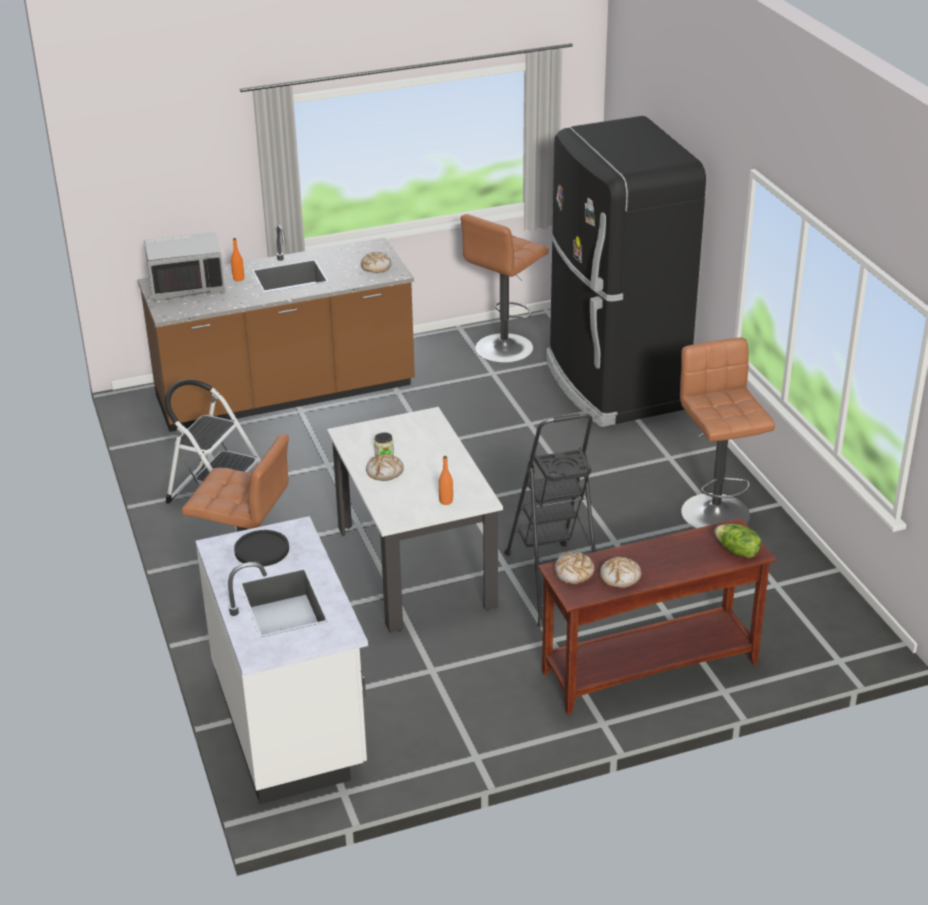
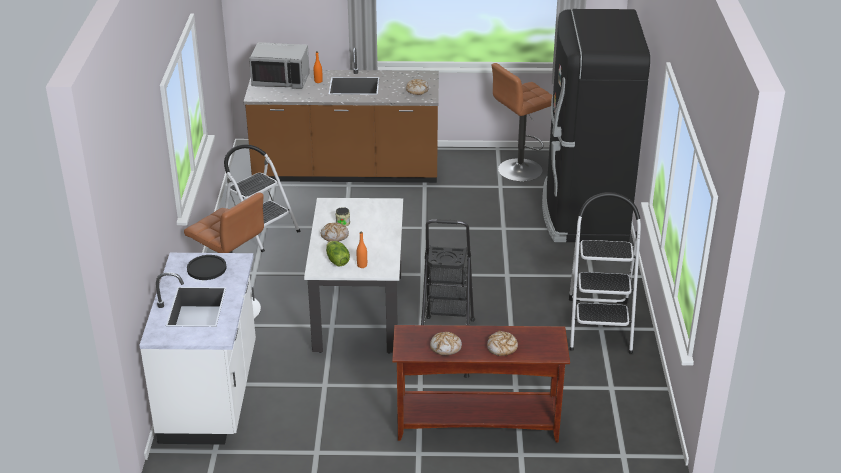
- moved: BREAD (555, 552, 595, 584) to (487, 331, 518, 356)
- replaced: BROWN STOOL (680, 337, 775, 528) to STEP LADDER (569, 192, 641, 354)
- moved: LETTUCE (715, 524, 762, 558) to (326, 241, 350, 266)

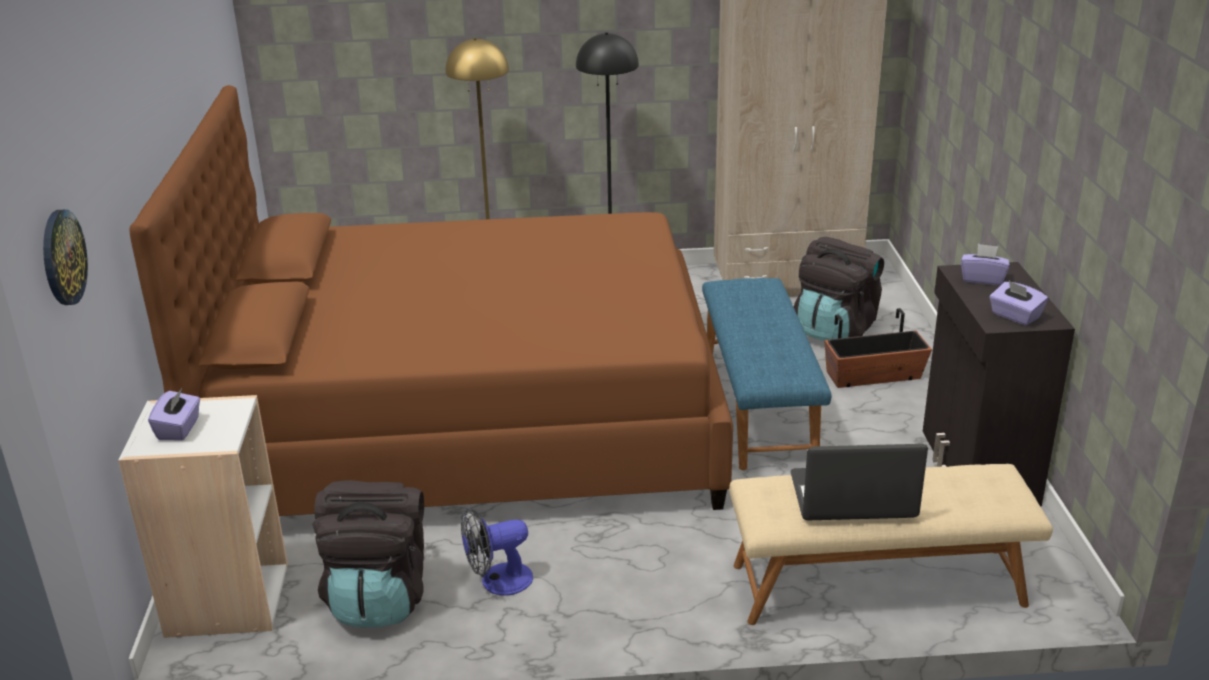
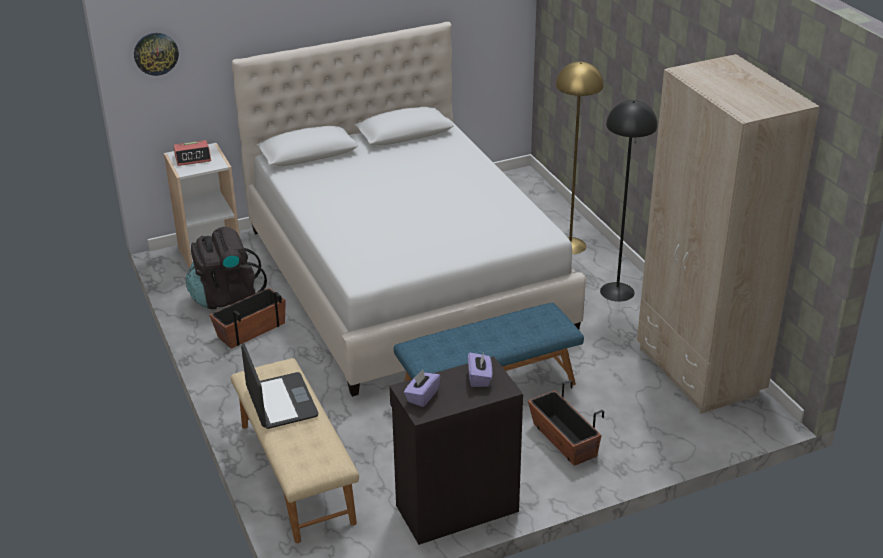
- recoloured: BROWN BED (130, 85, 733, 516) to WHITE BED (232, 22, 586, 397)
- replaced: PURPLE TISSUE BOX (148, 388, 200, 440) to ALARM CLOCK (173, 140, 211, 166)
- replaced: FAN (461, 508, 533, 596) to PLANTER (209, 288, 286, 349)
- removed: BLACK BACKPACK (794, 237, 884, 341)

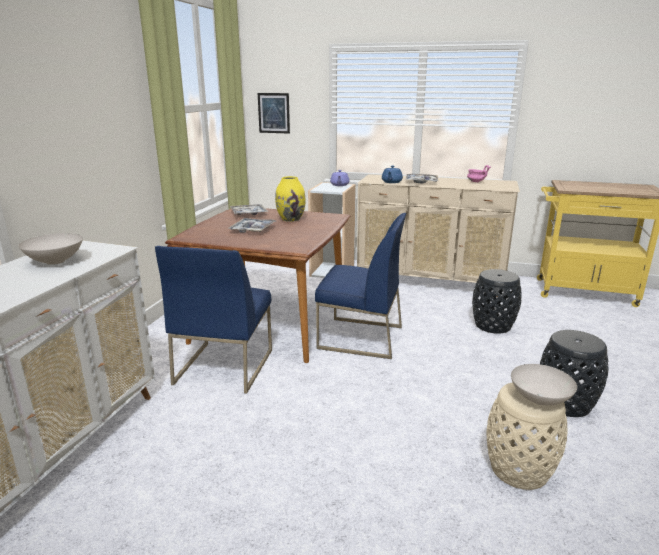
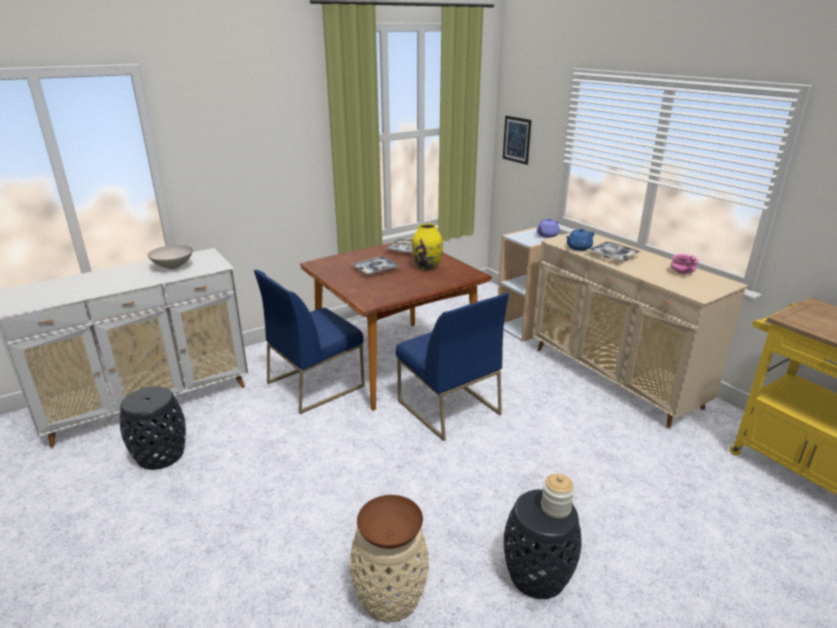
- moved: BLACK STOOL (472, 269, 522, 334) to (120, 387, 186, 470)
- recoloured: WHITE BOWL (511, 364, 577, 406) to BROWN BOWL (357, 495, 423, 549)
- added: JAR (541, 474, 575, 519)

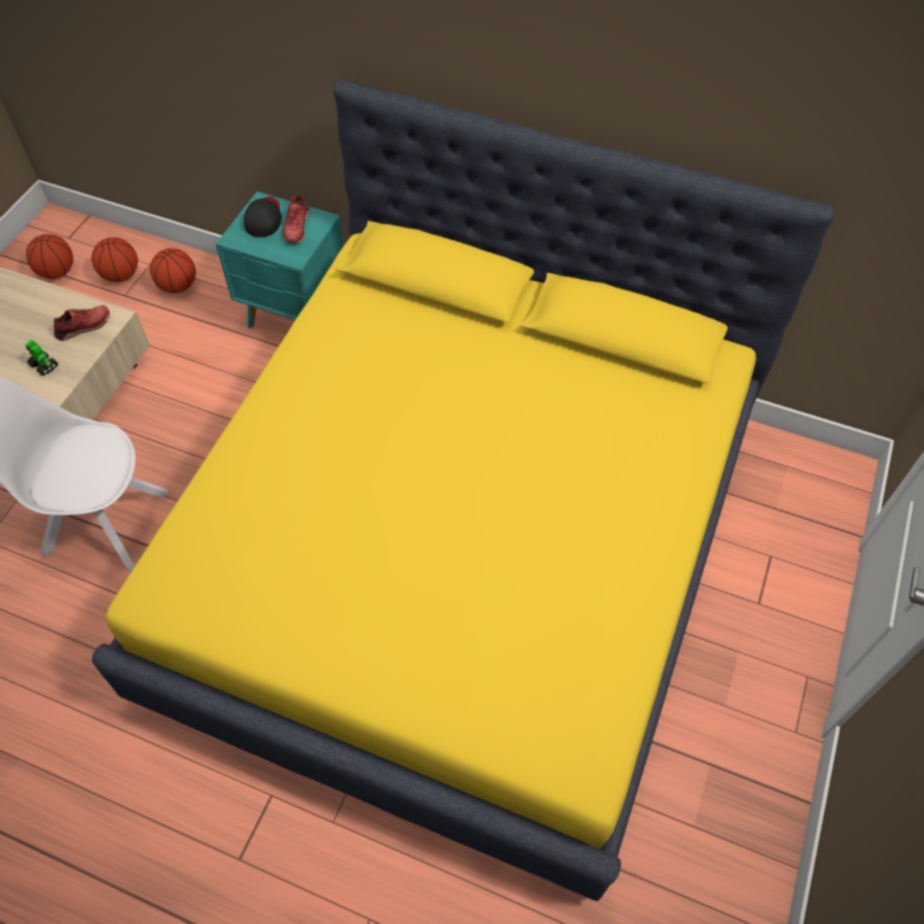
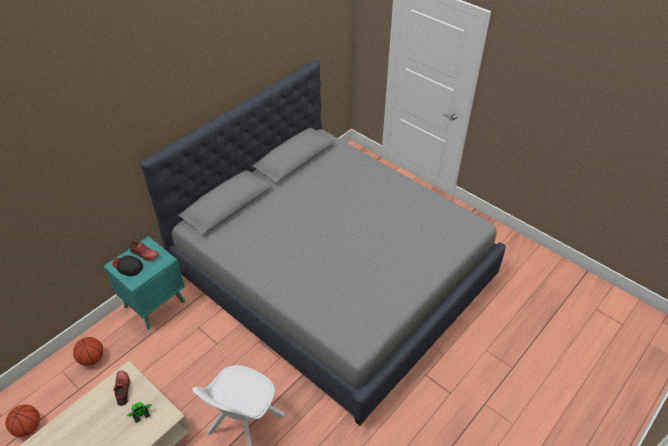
- removed: BASKETBALL (91, 237, 138, 282)
- recoloured: YELLOW BED (92, 79, 835, 901) to GREY BED (140, 60, 506, 426)

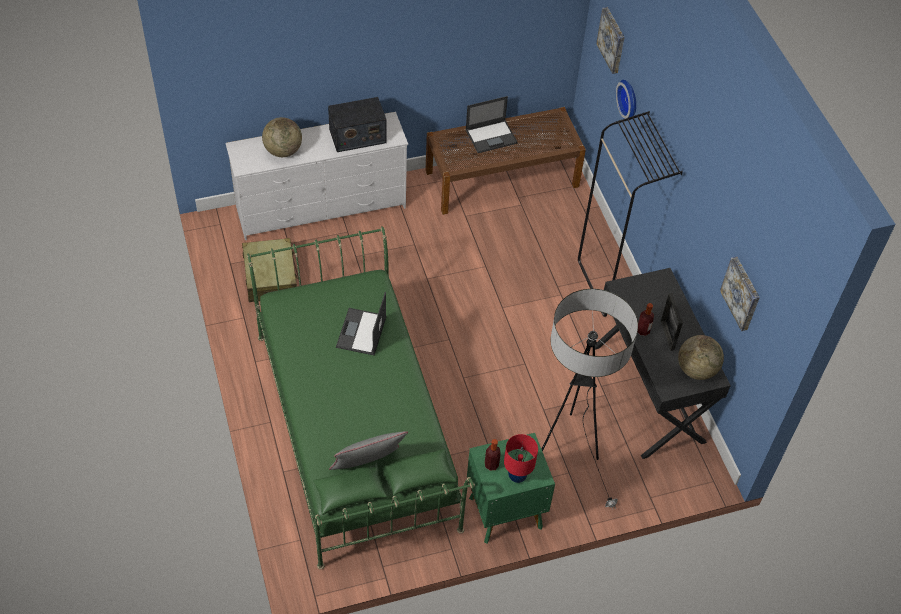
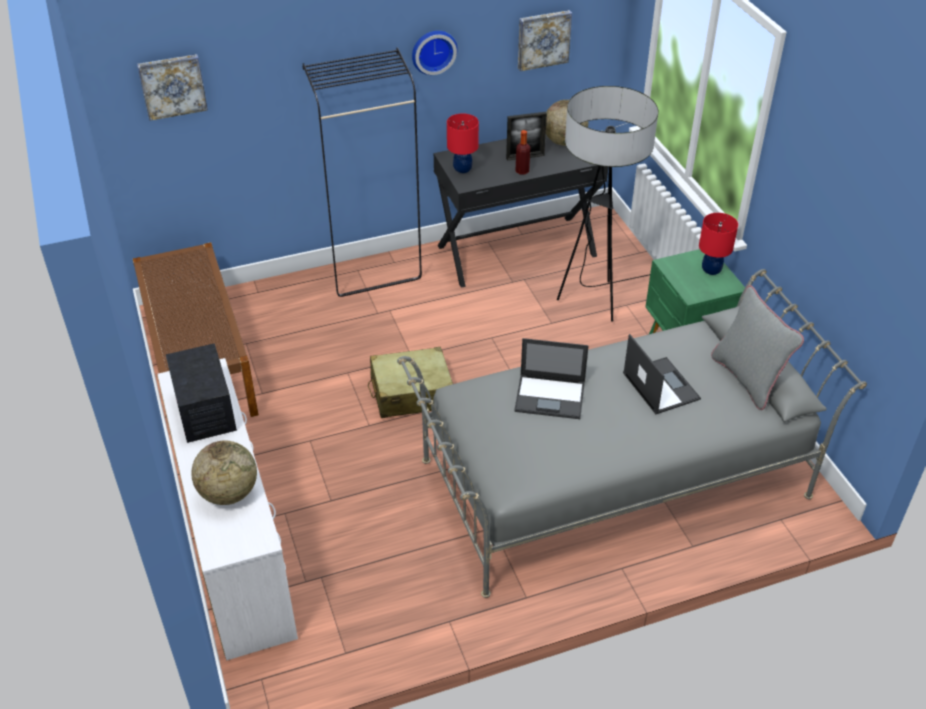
- moved: BEIGE SUITCASE (242, 238, 298, 302) to (368, 347, 453, 418)
- recoloured: GREEN BED (246, 226, 475, 569) to GREY BED (397, 269, 867, 598)
- moved: LAPTOP (465, 96, 518, 153) to (623, 334, 701, 414)
- removed: BOTTLE (485, 439, 501, 471)
- moved: WALL CLOCK (616, 80, 636, 119) to (412, 31, 458, 75)
- added: RED TABLE LAMP (447, 113, 479, 173)

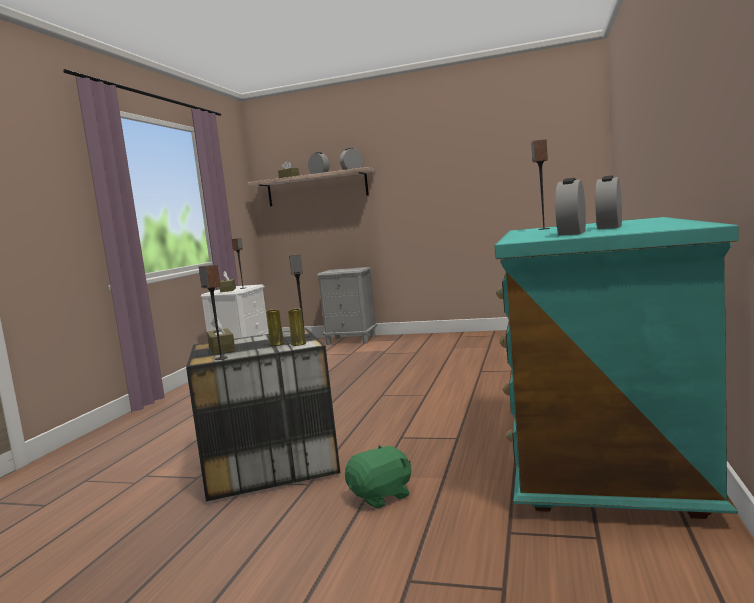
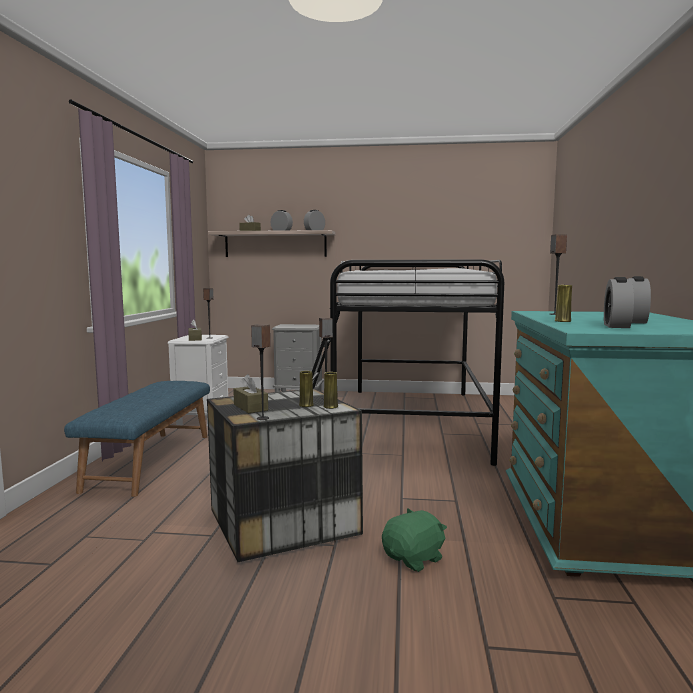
- added: BLUE BENCH (64, 381, 210, 497)
- added: BLACK BED (312, 260, 504, 466)
- added: YELLOW VASE (555, 285, 572, 322)

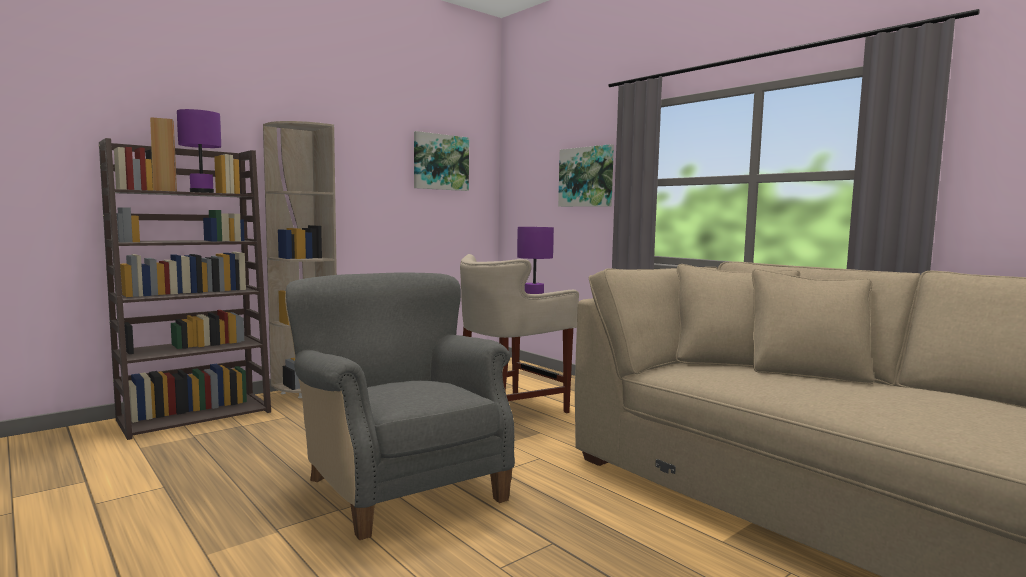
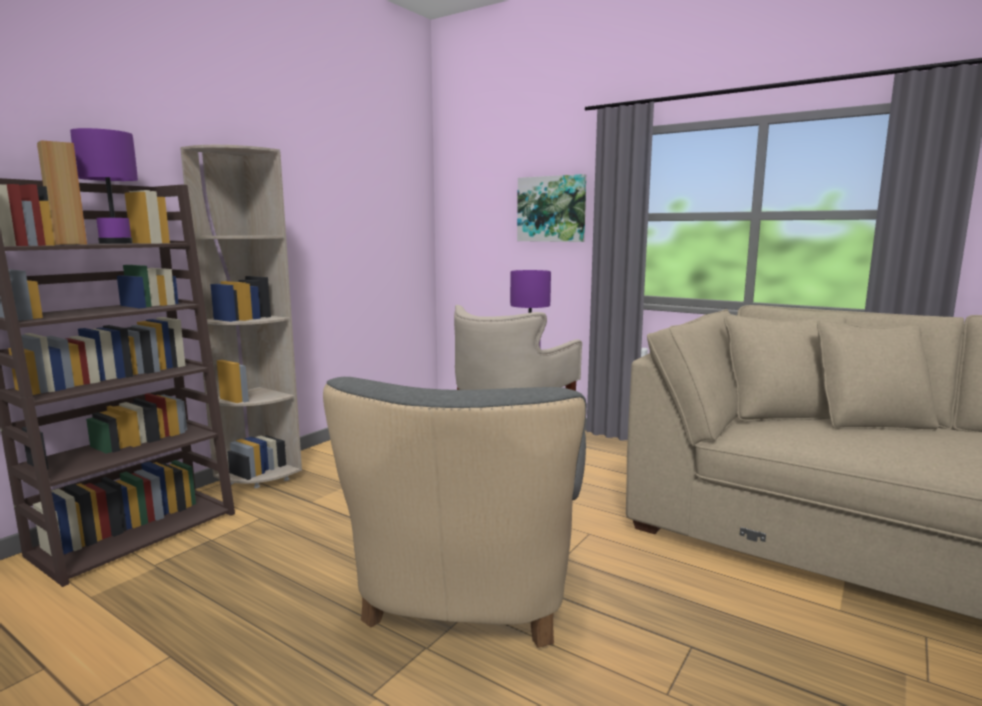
- turned: GREY ARMCHAIR (285, 273, 515, 540) = (323, 377, 587, 648) 120 degrees counterclockwise
- removed: PICTURE (414, 131, 469, 191)

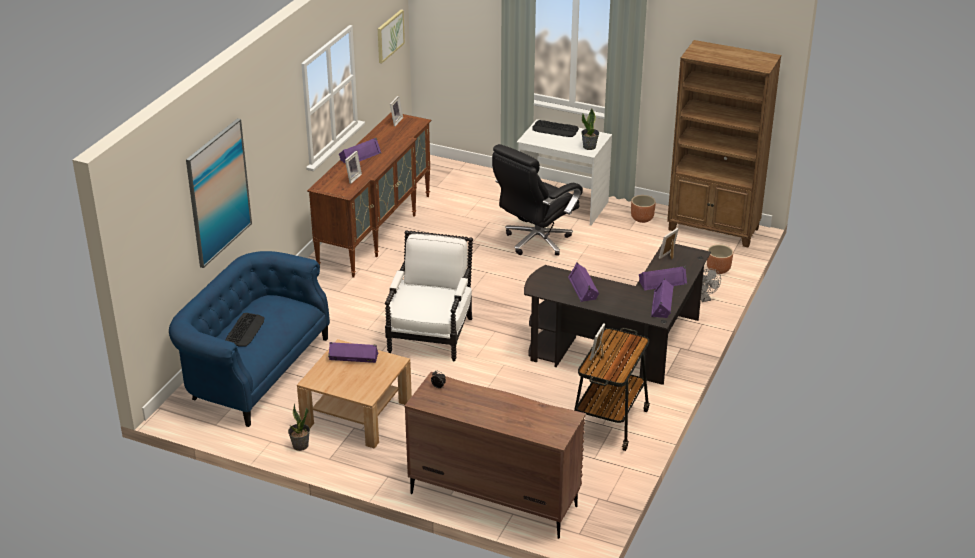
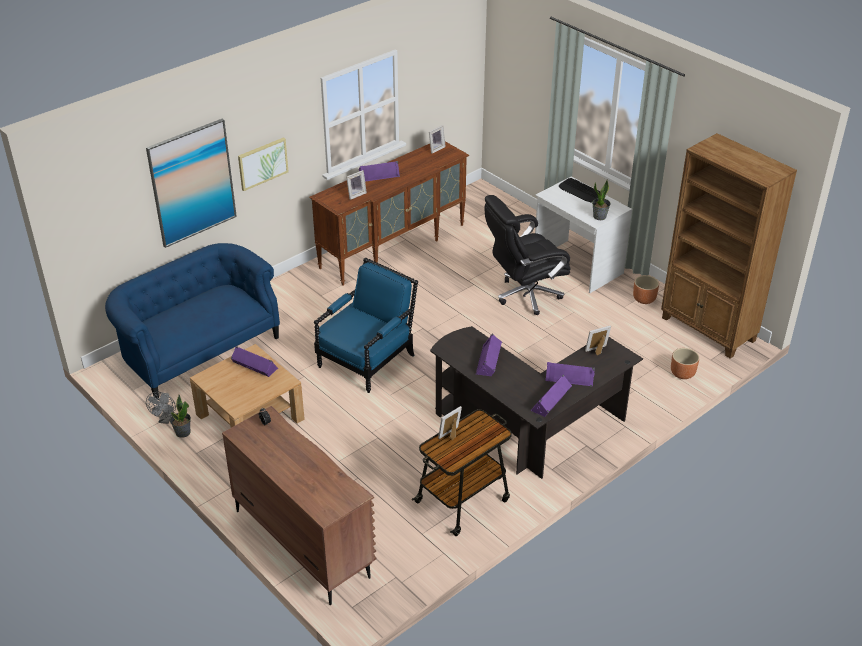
- removed: KEYBOARD (225, 313, 264, 347)
- moved: PICTURE (378, 9, 405, 64) to (238, 137, 289, 191)
- recoloured: WHITE ARMCHAIR (385, 230, 473, 361) to BLUE ARMCHAIR (314, 258, 418, 393)
- moved: GREY FAN (701, 269, 721, 302) to (146, 392, 176, 424)

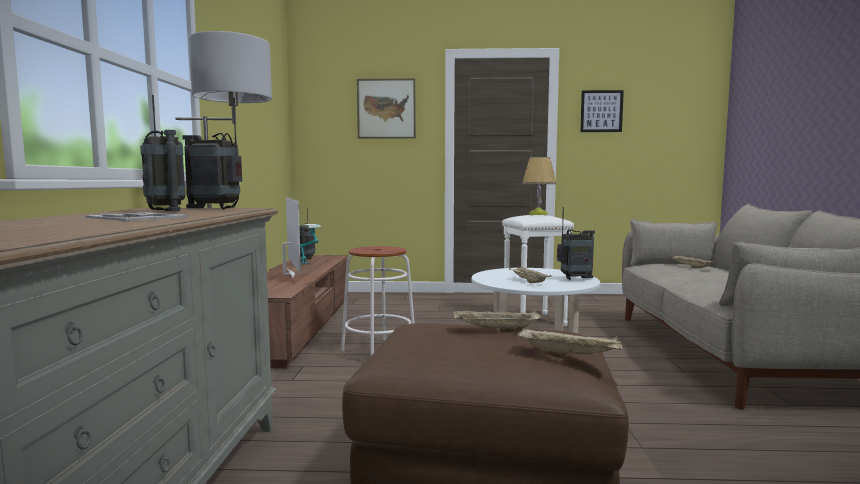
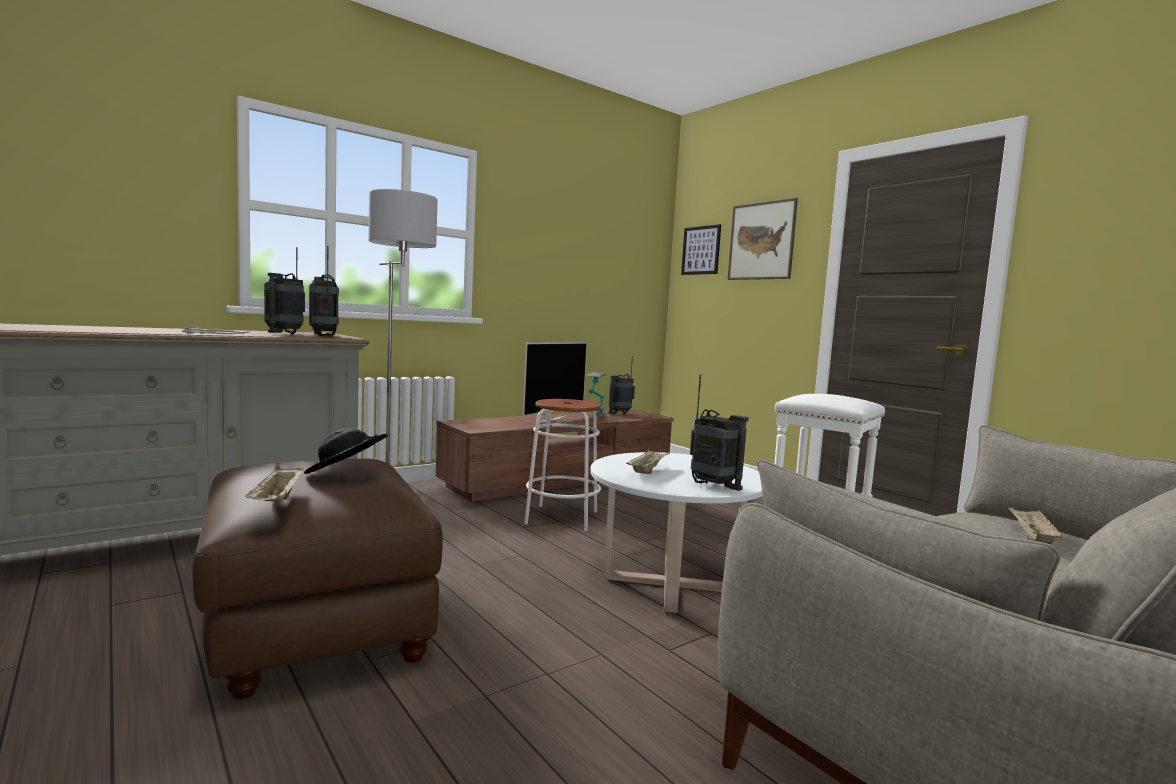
- replaced: BEIGE TRAY (454, 310, 542, 332) to BLACK HAT (304, 428, 388, 474)
- removed: TABLE LAMP (522, 157, 556, 215)
- moved: PICTURE (580, 90, 624, 132) to (681, 224, 721, 275)

